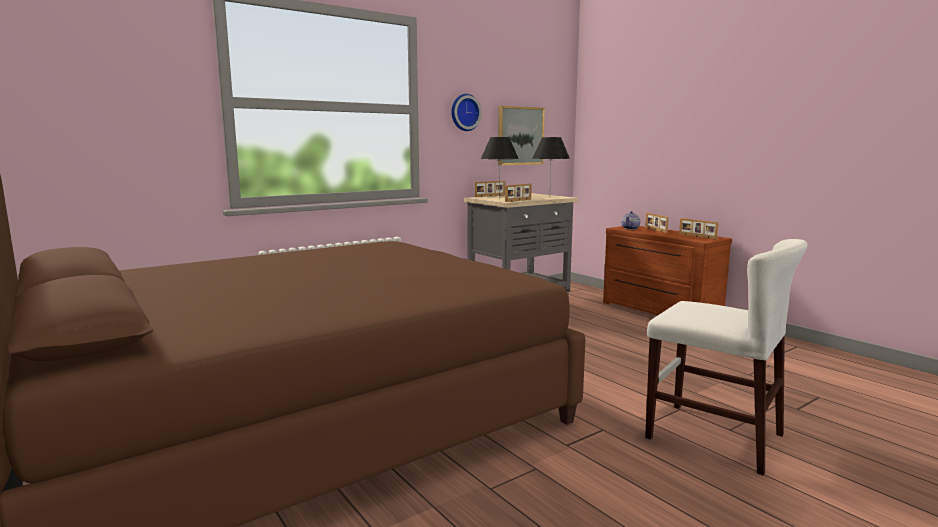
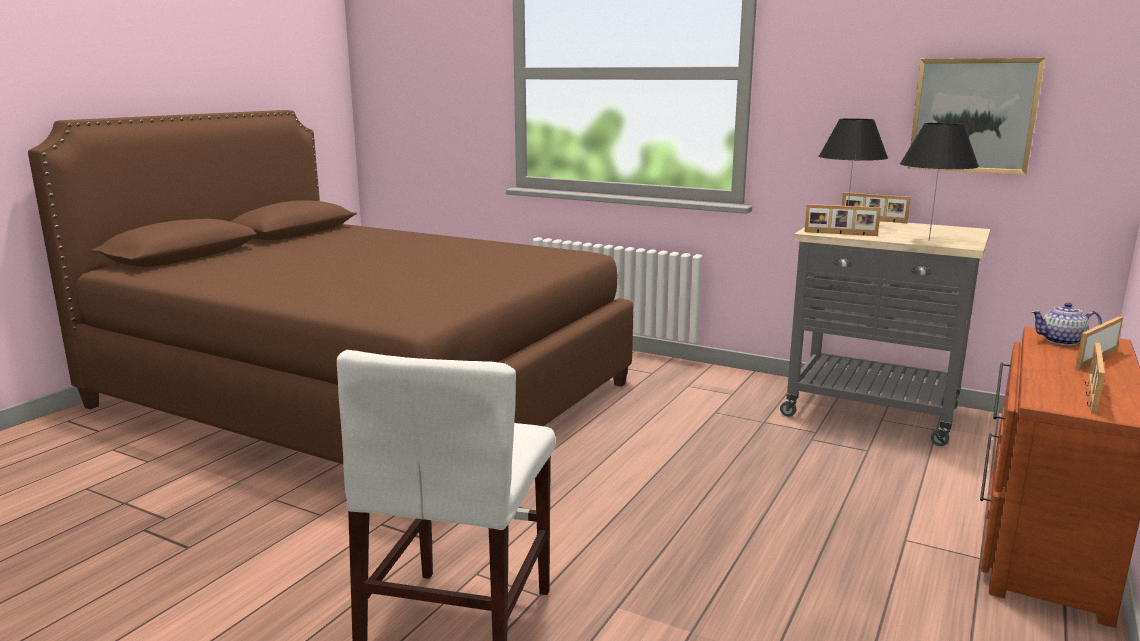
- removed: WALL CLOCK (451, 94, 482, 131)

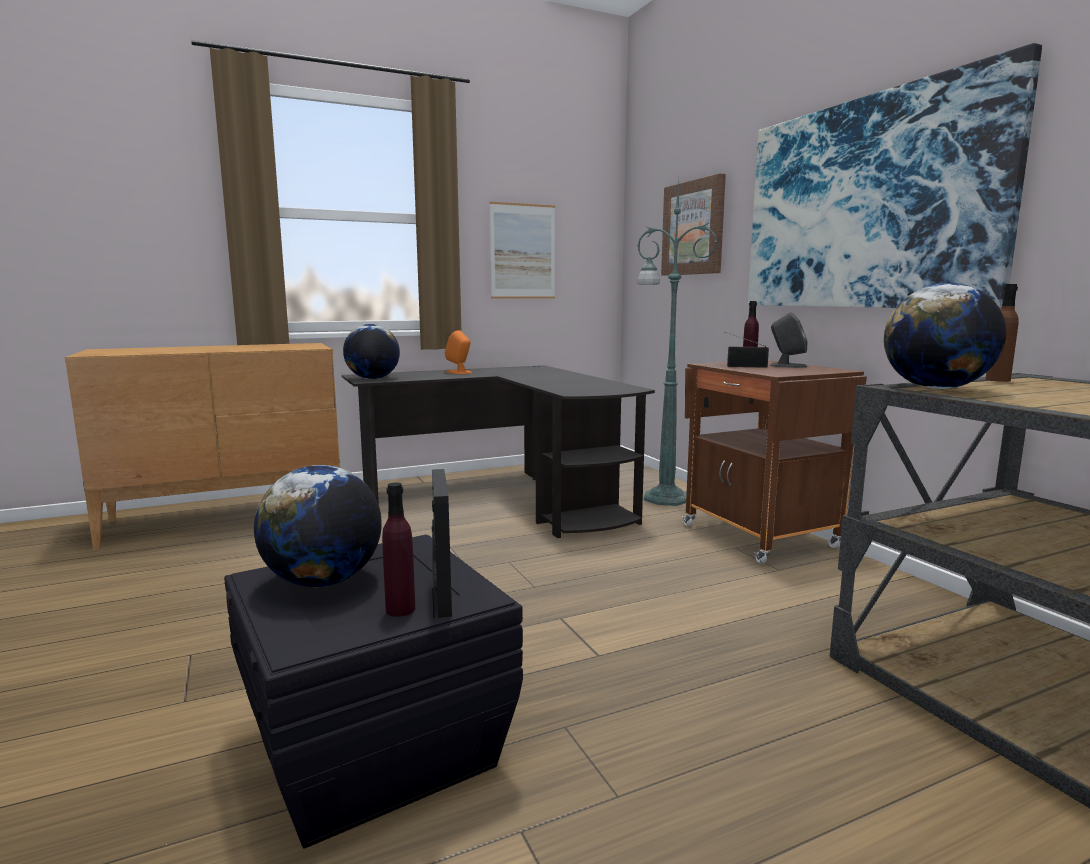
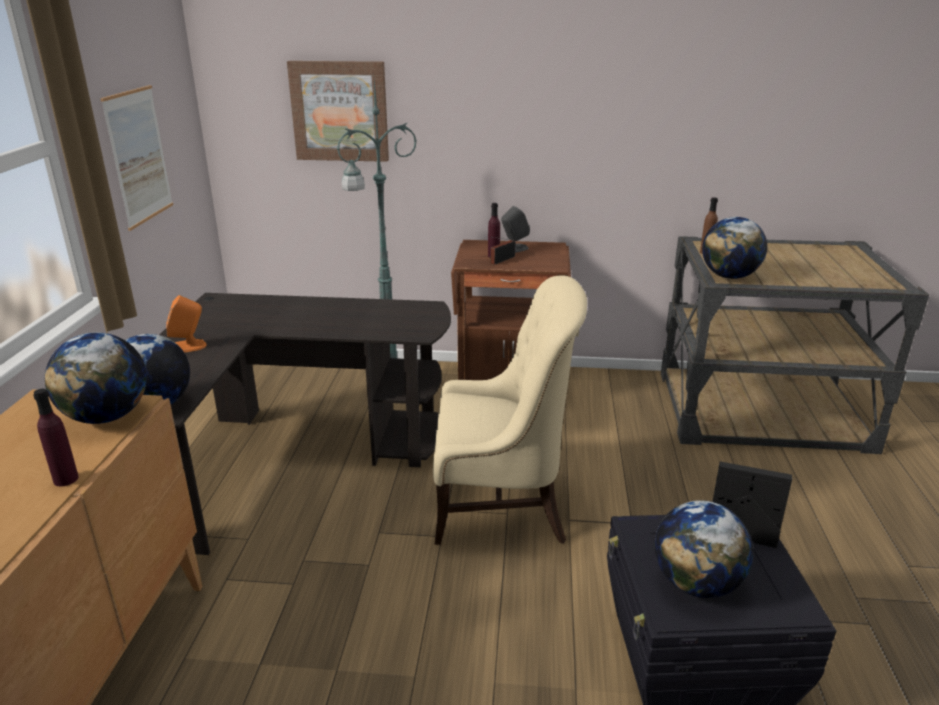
- moved: PURPLE BOTTLE (382, 483, 415, 617) to (33, 389, 79, 486)
- removed: PICTURE (748, 43, 1042, 309)
- added: GLOBE (45, 333, 147, 424)
- added: BEIGE CHAIR (433, 275, 587, 545)

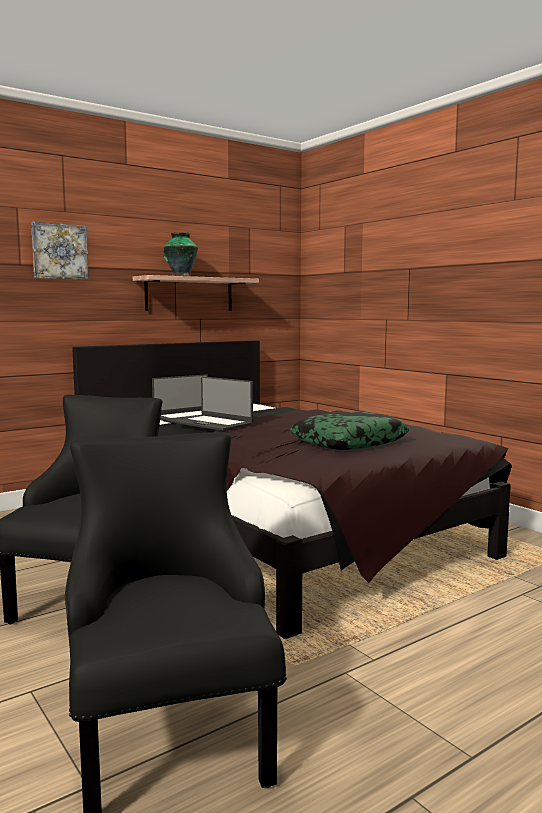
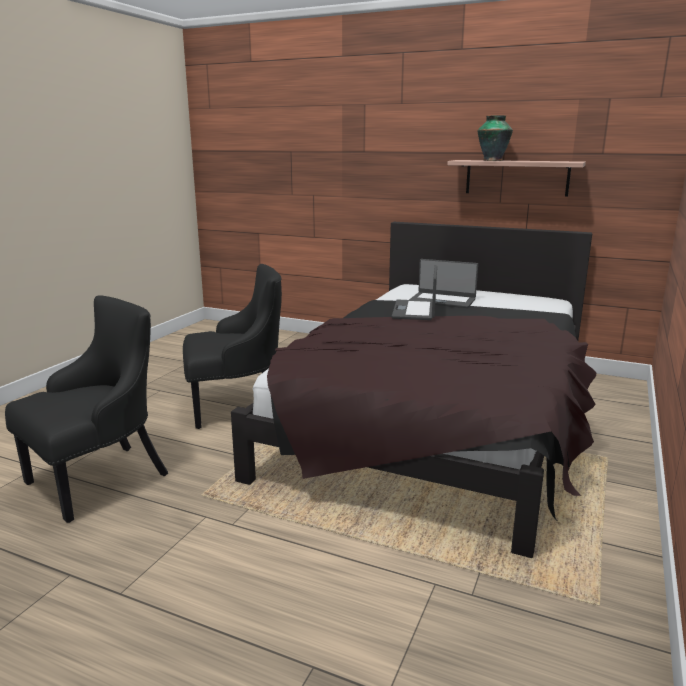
- removed: PICTURE (31, 222, 89, 280)
- removed: PILLOW (290, 411, 409, 450)

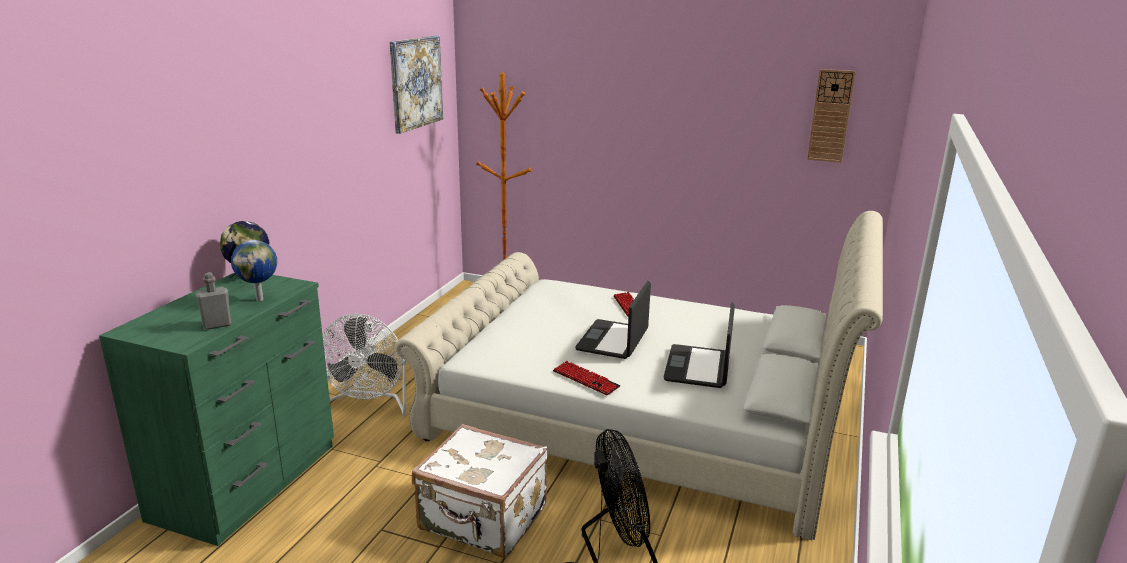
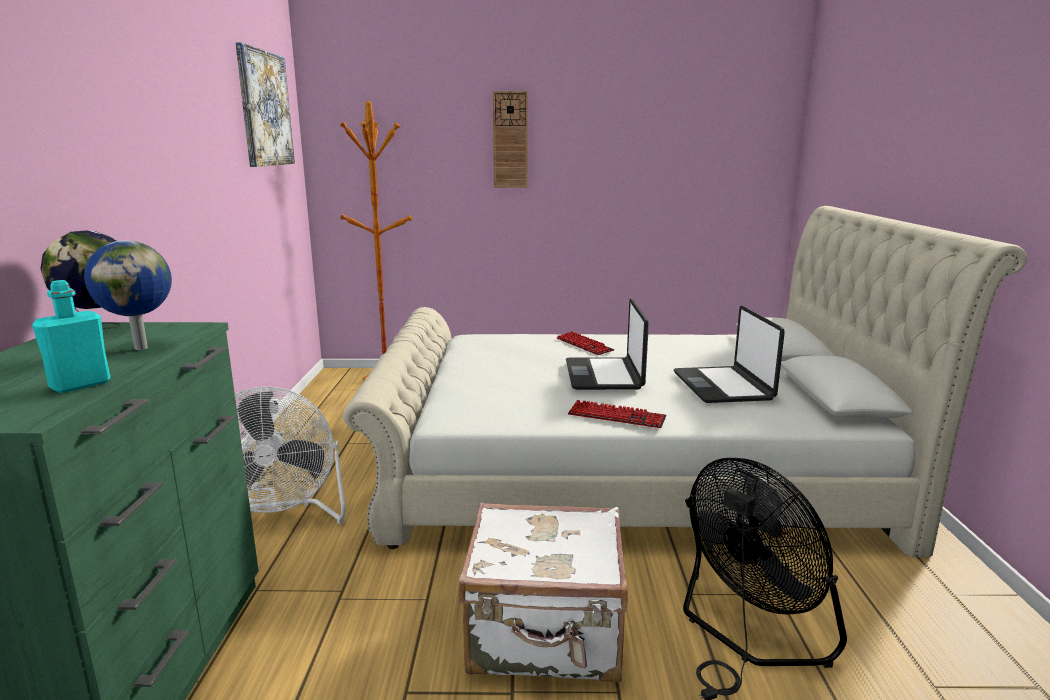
- recoloured: GREY BOTTLE (195, 272, 232, 330) to TURQUOISE BOTTLE (32, 280, 110, 393)
- moved: WALL CLOCK (807, 69, 856, 163) to (493, 91, 528, 188)

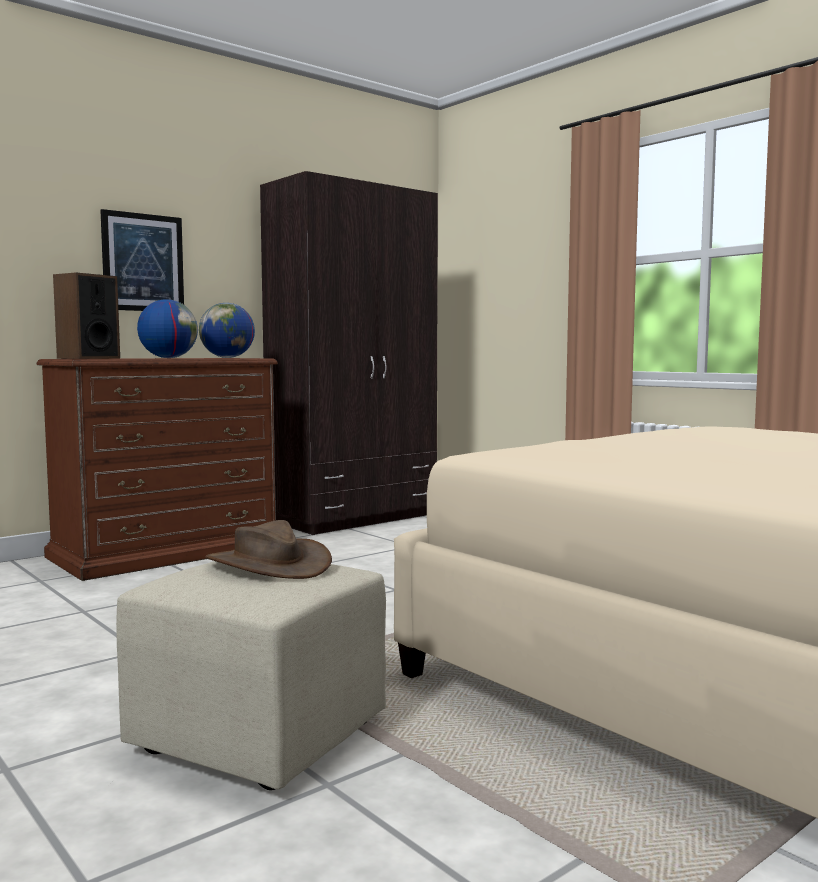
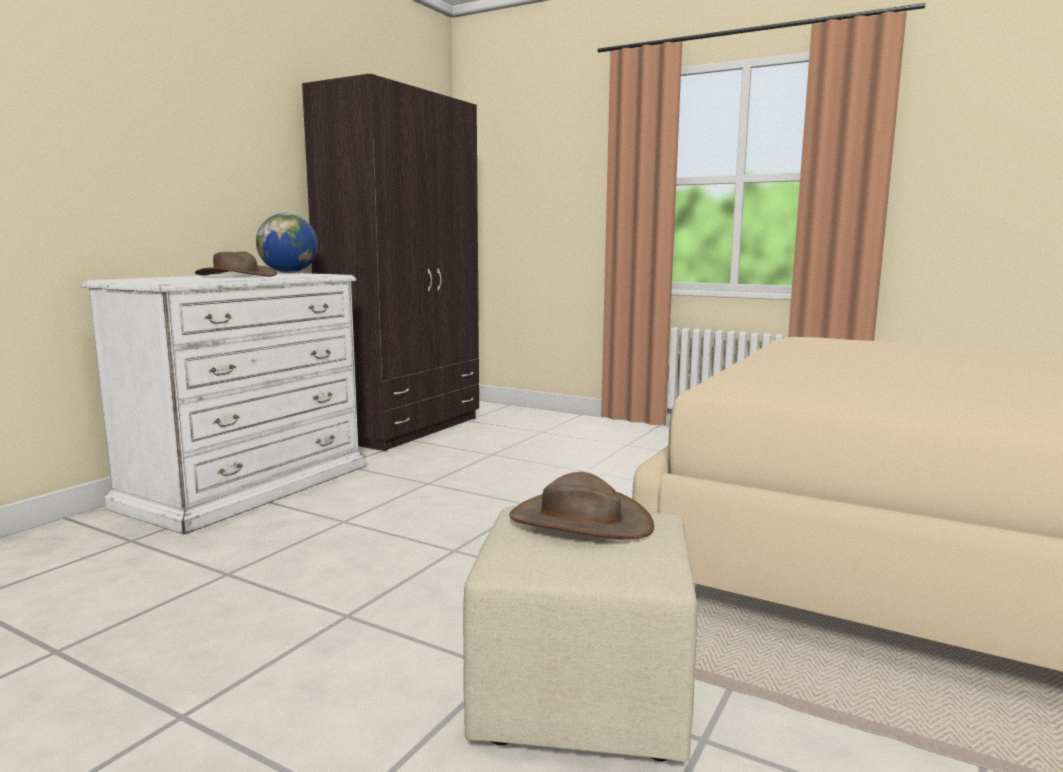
- recoloured: BROWN DRESSER (37, 358, 278, 581) to WHITE DRESSER (81, 272, 366, 534)
- removed: SPEAKER (53, 272, 120, 359)
- removed: PICTURE (100, 209, 184, 311)
- replaced: GLOBE (137, 299, 198, 358) to BROWN HAT (195, 251, 277, 277)

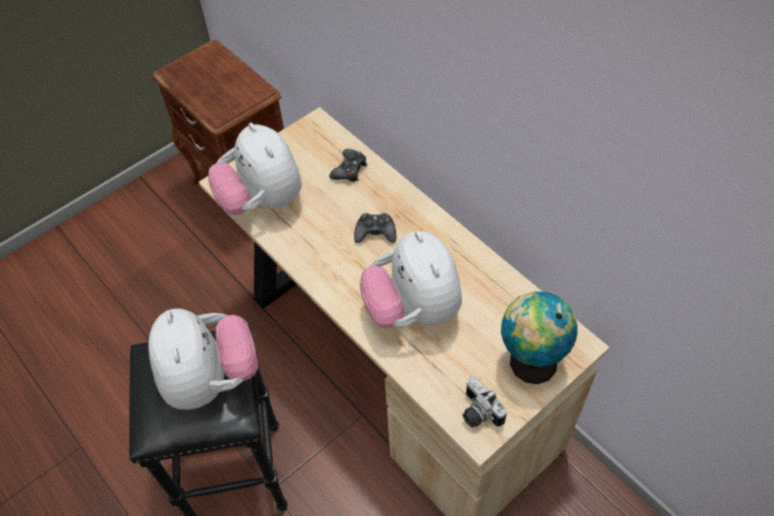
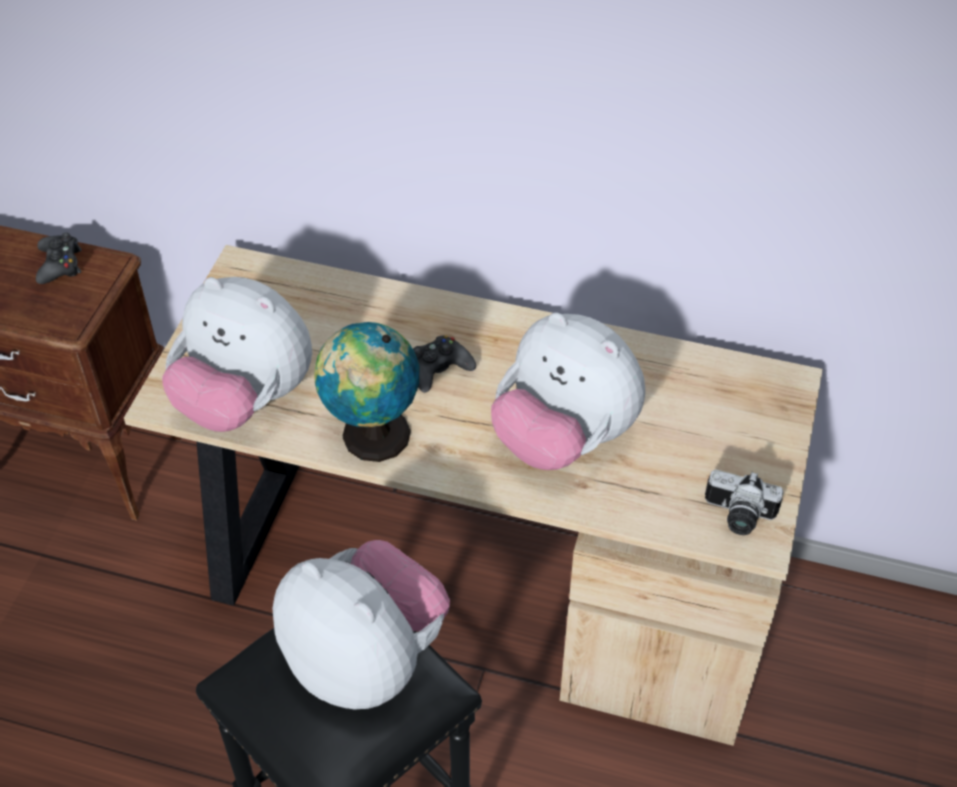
- moved: BLACK GAME CONTROLLER (329, 149, 367, 182) to (36, 232, 82, 284)
- moved: GLOBE (501, 292, 578, 384) to (314, 322, 419, 462)

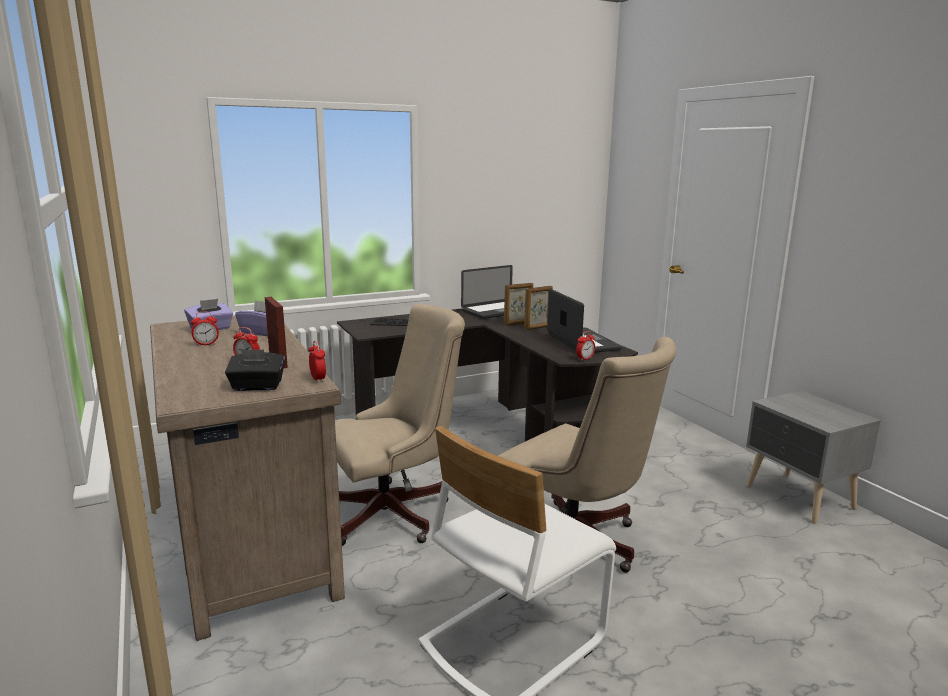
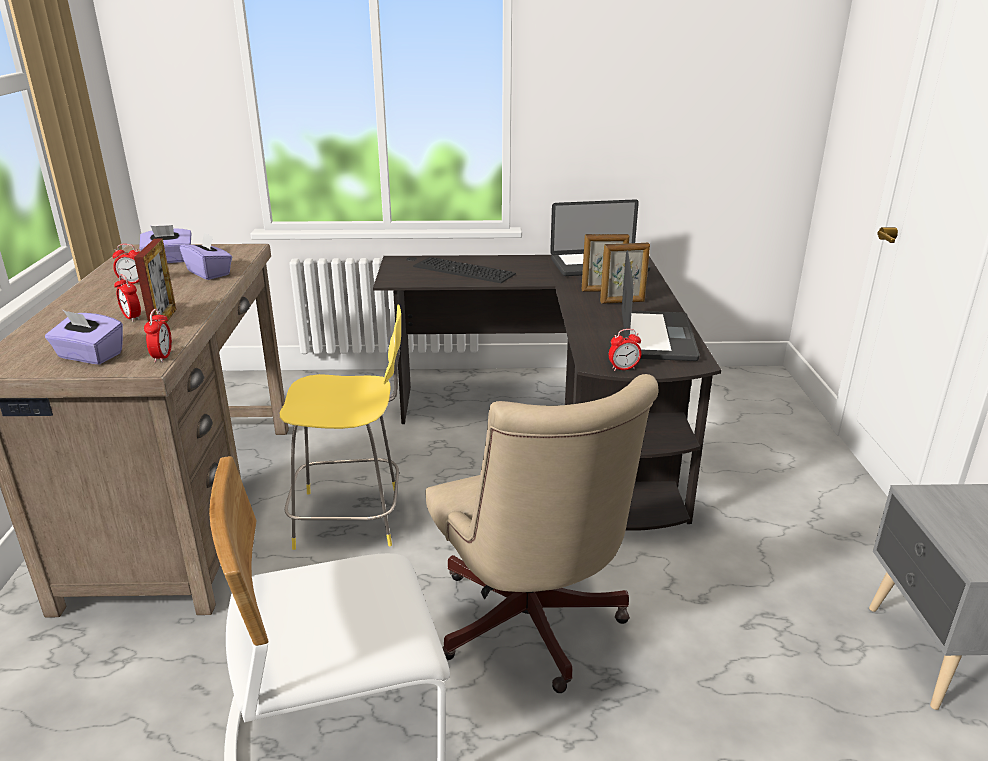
- recoloured: BLACK TISSUE BOX (225, 349, 285, 391) to PURPLE TISSUE BOX (45, 310, 123, 365)
- replaced: BEIGE OFFICE CHAIR (335, 304, 465, 546) to YELLOW STOOL (280, 305, 401, 550)

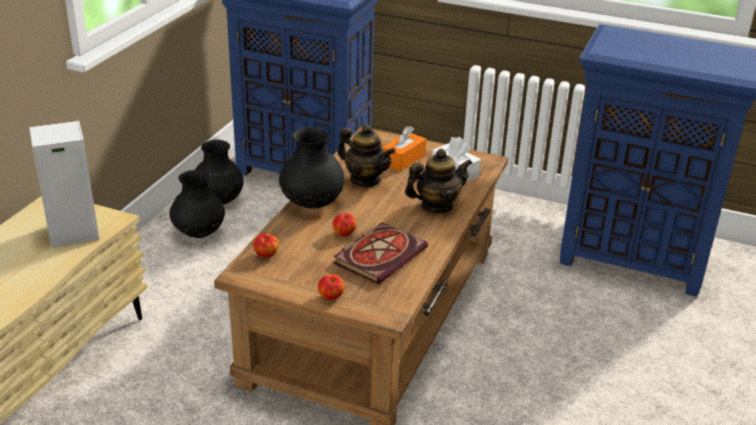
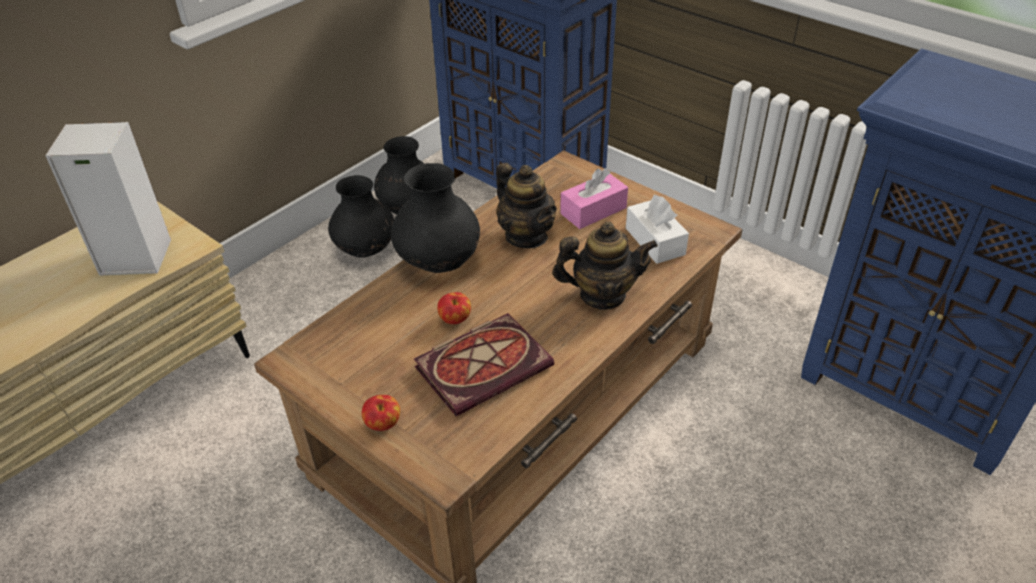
- removed: APPLE (253, 234, 279, 258)
- recoloured: ORANGE TISSUE BOX (382, 126, 426, 171) to PINK TISSUE BOX (560, 168, 628, 229)

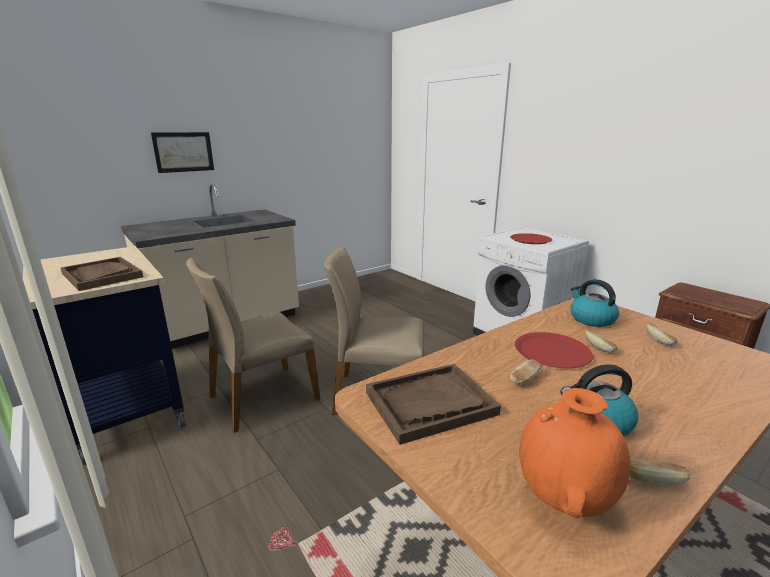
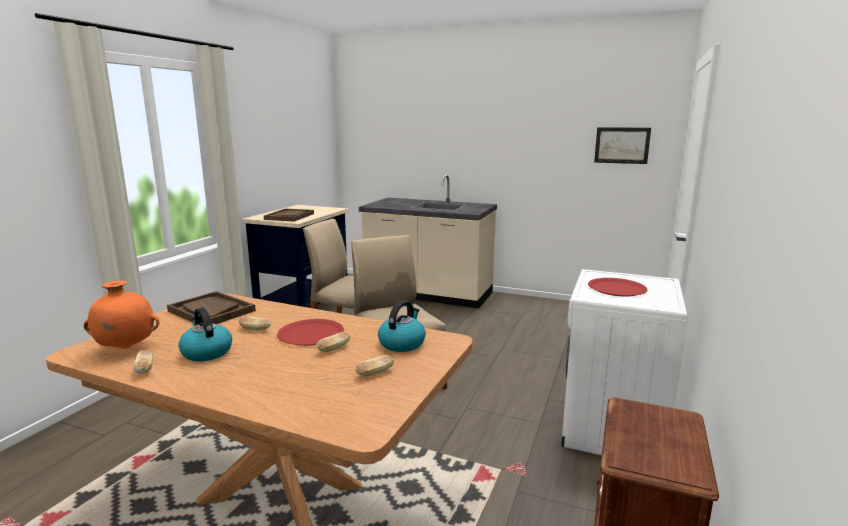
- moved: PICTURE (151, 132, 214, 173) to (594, 127, 651, 164)

